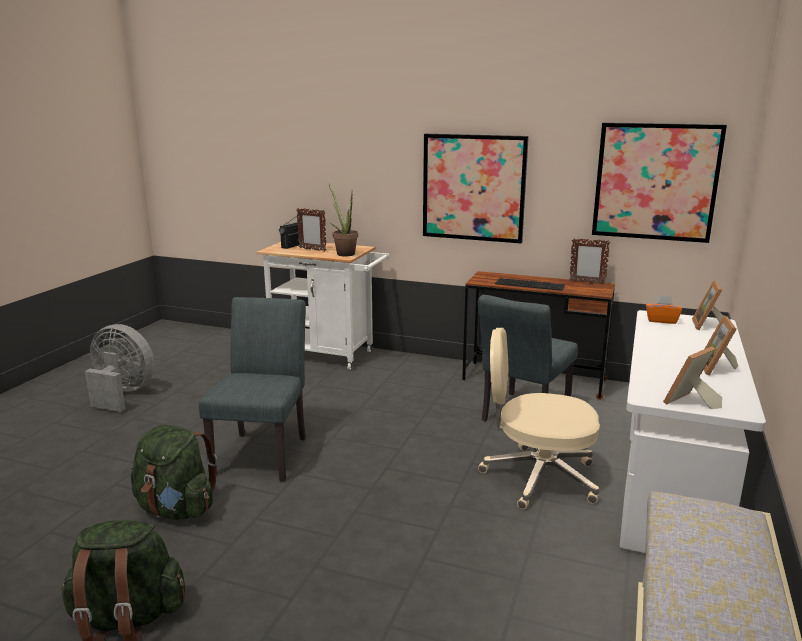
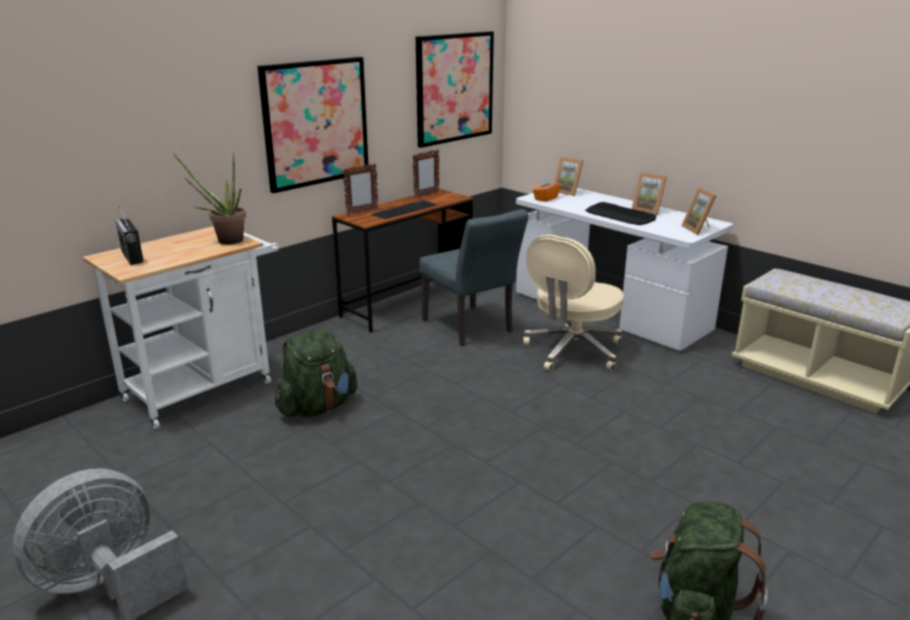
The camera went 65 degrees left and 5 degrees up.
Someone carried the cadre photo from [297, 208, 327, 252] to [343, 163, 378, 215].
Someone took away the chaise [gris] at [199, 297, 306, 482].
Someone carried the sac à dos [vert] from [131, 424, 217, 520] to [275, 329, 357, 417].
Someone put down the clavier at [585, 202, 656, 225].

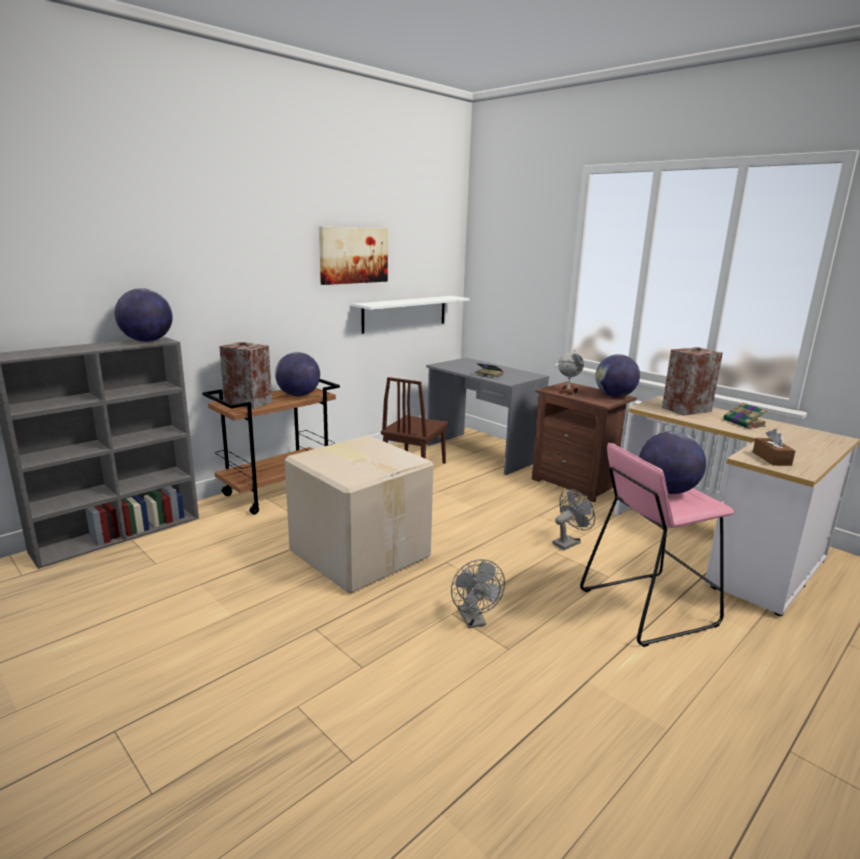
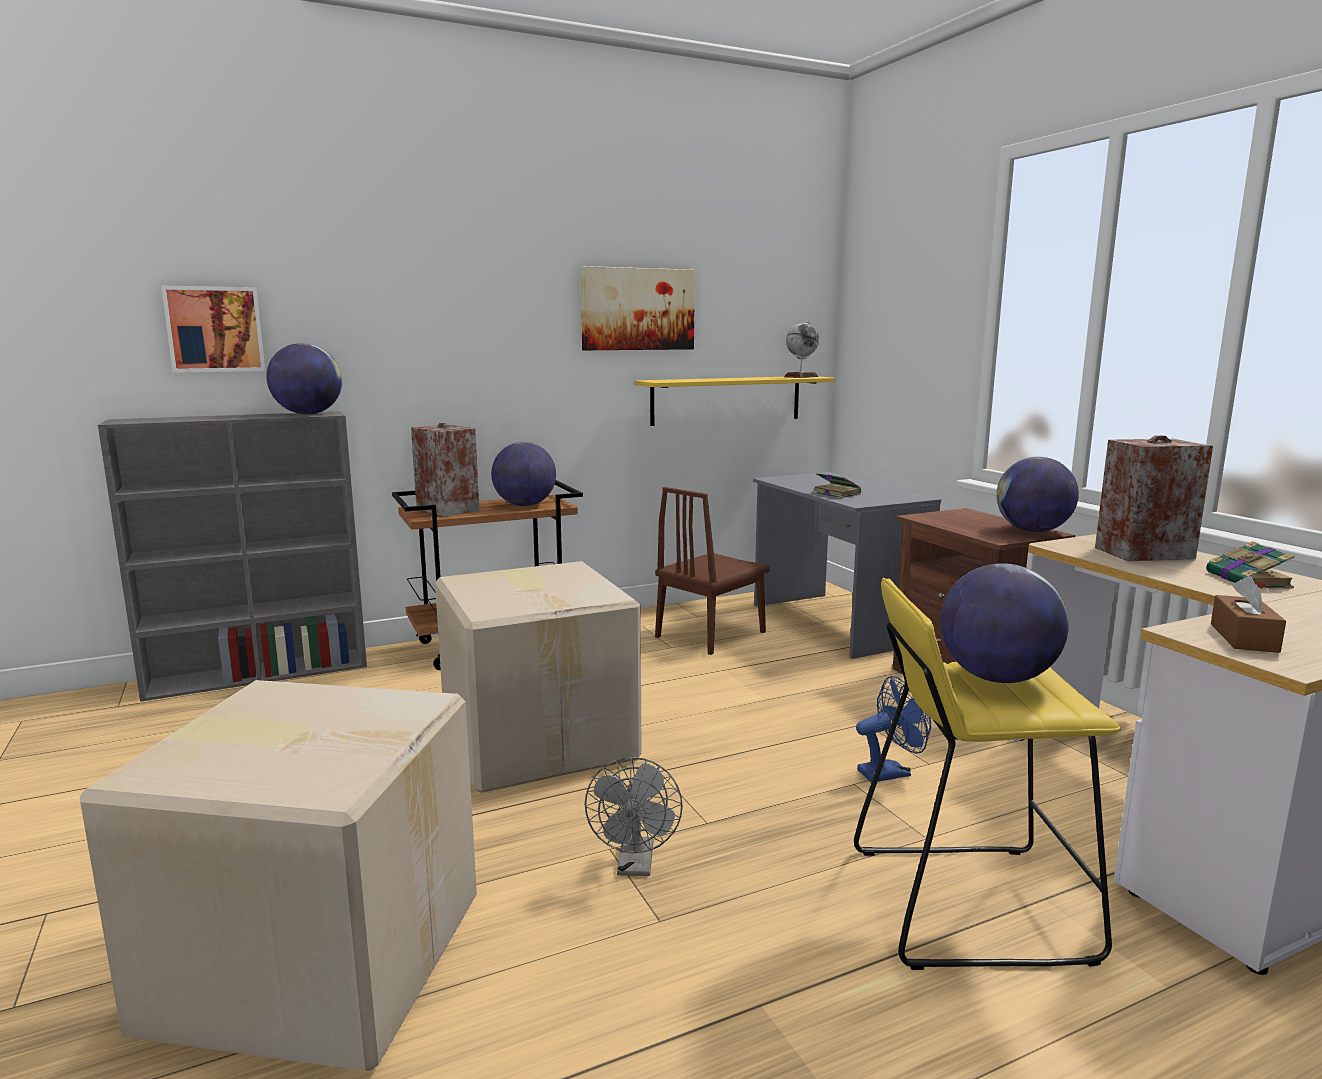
The camera went 20 degrees right and 5 degrees down.
Someone repainted the étagère [blanc] at [352, 296, 470, 334], which became the étagère [jaune] at [635, 376, 835, 426].
Someone carried the globe from [558, 350, 584, 395] to [784, 321, 819, 378].
Someone repainted the tabouret [rose] at [580, 443, 735, 647], which became the tabouret [jaune] at [854, 578, 1121, 970].
Someone repainted the ventilateur [gris] at [552, 489, 595, 550], which became the ventilateur [bleu] at [856, 676, 931, 782].
Someone put up the tableau at [161, 286, 265, 373].
Someone put down the carton at [79, 680, 477, 1071].

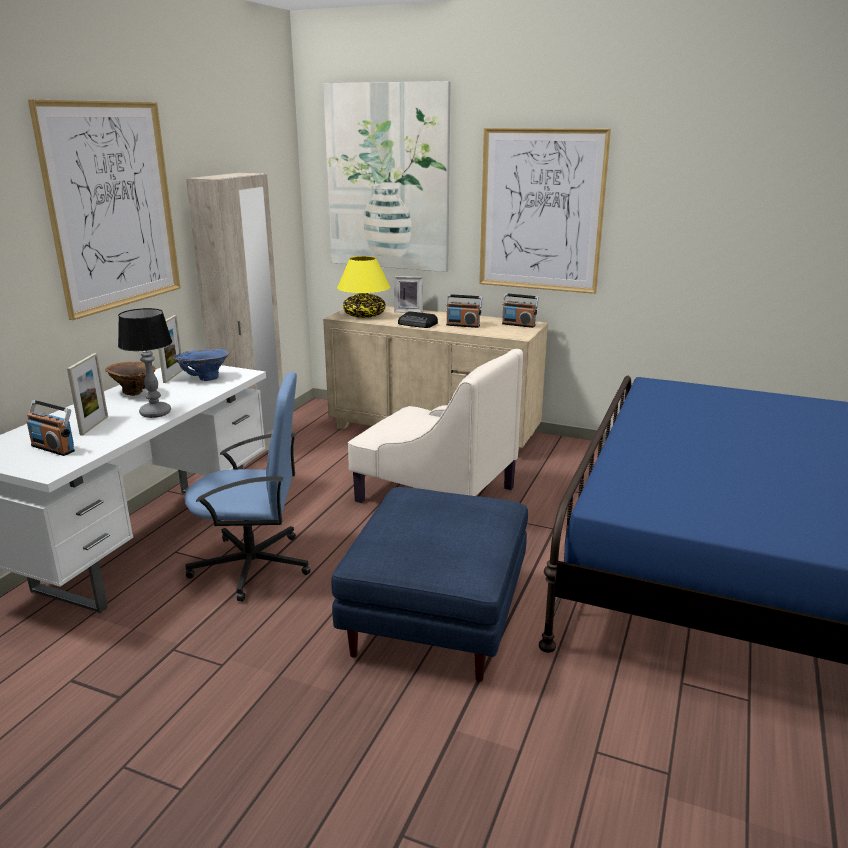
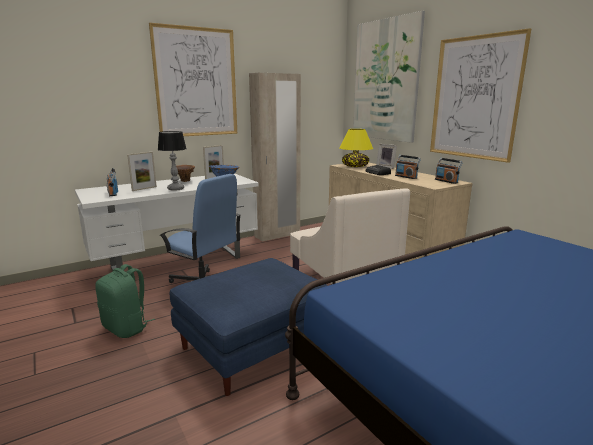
The camera went 35 degrees right and 5 degrees down.
Someone put down the sac à dos [vert] at [95, 264, 155, 338].

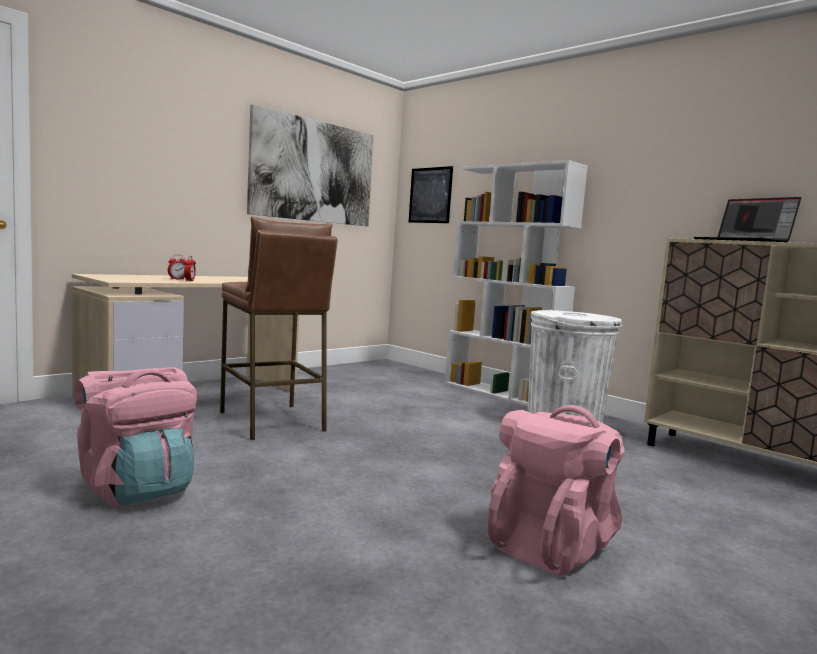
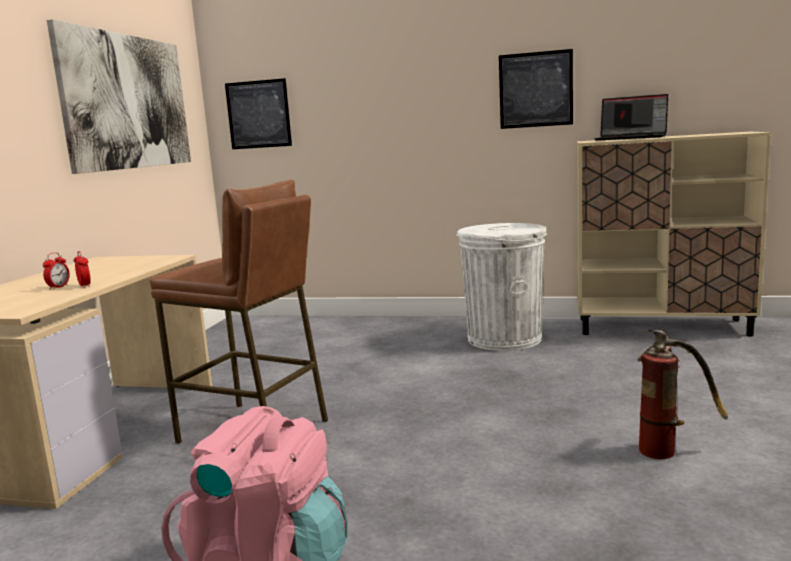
The camera went 30 degrees left and 5 degrees up.
Someone took away the bibliothèque [blanc] at [445, 160, 588, 406].
Someone swapped the sac à dos [rose] at [487, 405, 625, 576] for the extincteur at [637, 330, 728, 459].
Someone put up the tableau at [499, 49, 573, 129].

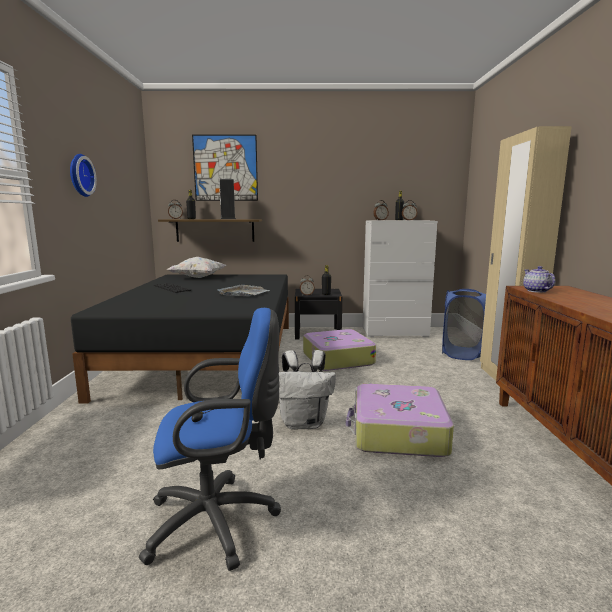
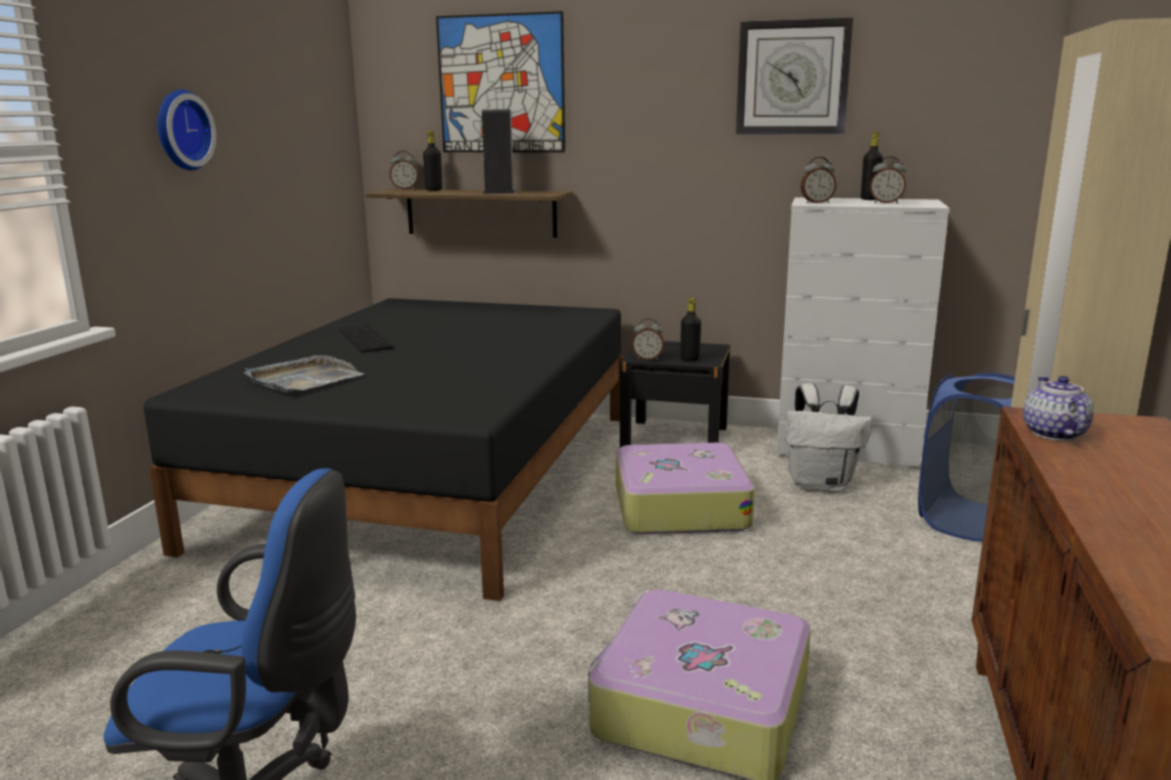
The camera went 15 degrees right and 5 degrees up.
Someone took away the coussin [blanc] at [167, 257, 226, 278].
Someone carried the plateau [gris] from [217, 285, 270, 296] to [244, 355, 364, 393].
Someone carried the sac à dos [blanc] from [279, 350, 336, 430] to [785, 383, 872, 492].
Someone put up the horloge murale at [736, 18, 853, 134].

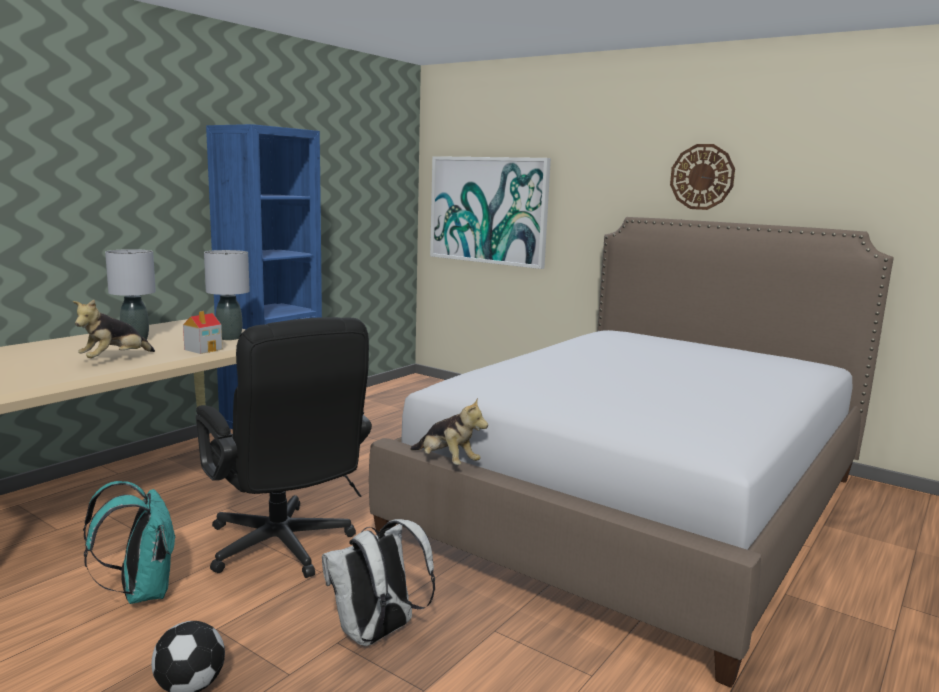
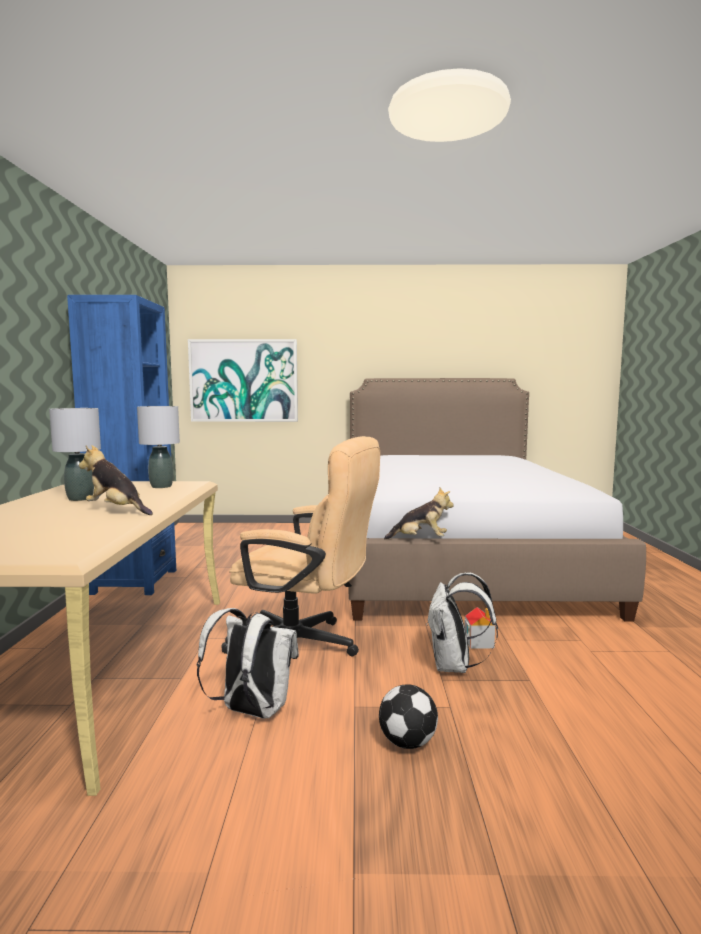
The camera went 35 degrees left and 5 degrees down.
Someone took away the horloge murale at [670, 144, 735, 210].
Someone rotated the peluche at [73, 300, 155, 358] by 120 degrees clockwise.
Someone carried the maison miniature from [183, 311, 222, 354] to [464, 607, 495, 649].
Someone repainted the chaise de bureau [noir] at [196, 317, 372, 578], which became the chaise de bureau [beige] at [221, 436, 380, 657].
Someone repainted the sac à dos [turquoise] at [83, 481, 176, 604], which became the sac à dos [blanc] at [197, 608, 299, 719].

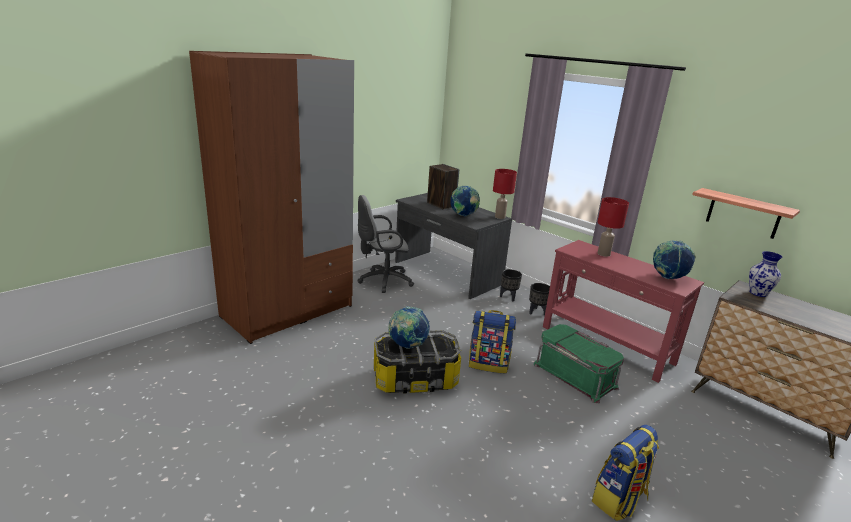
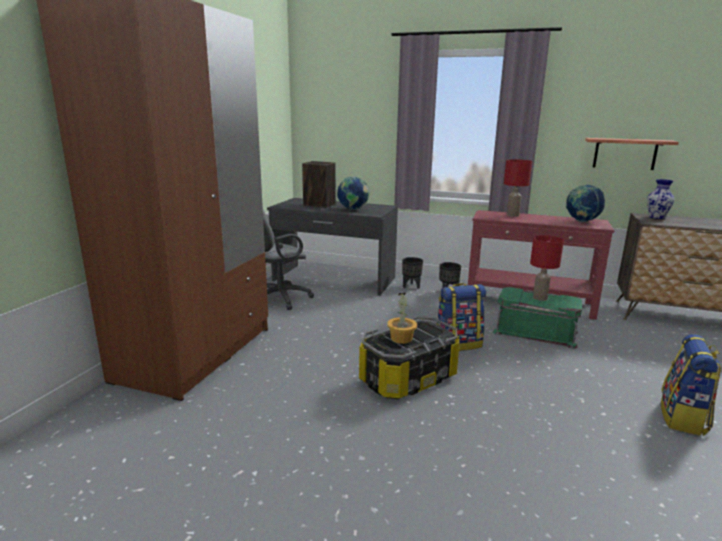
The camera went 25 degrees left and 5 degrees down.
Someone carried the lampe de table [rouge] from [493, 169, 517, 219] to [530, 235, 564, 301].
Someone swapped the globe at [388, 306, 430, 349] for the plante en pot at [387, 293, 417, 344].

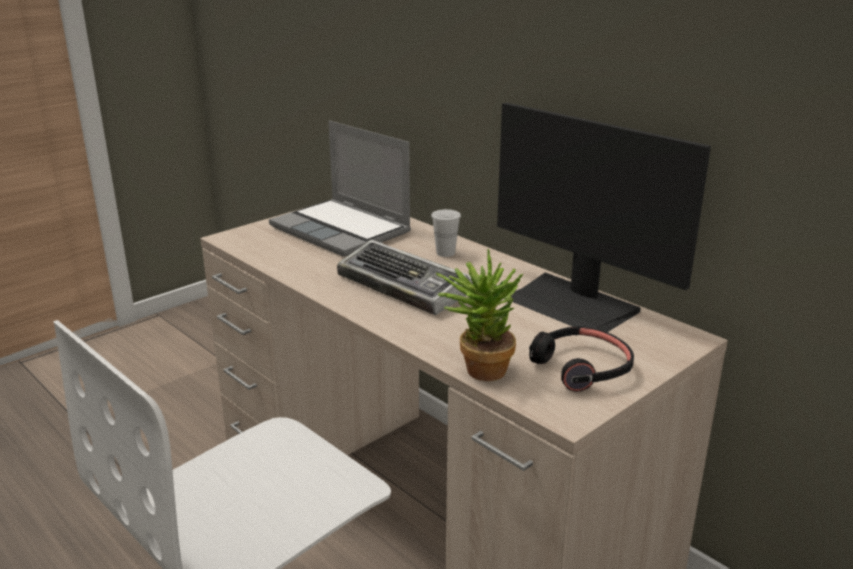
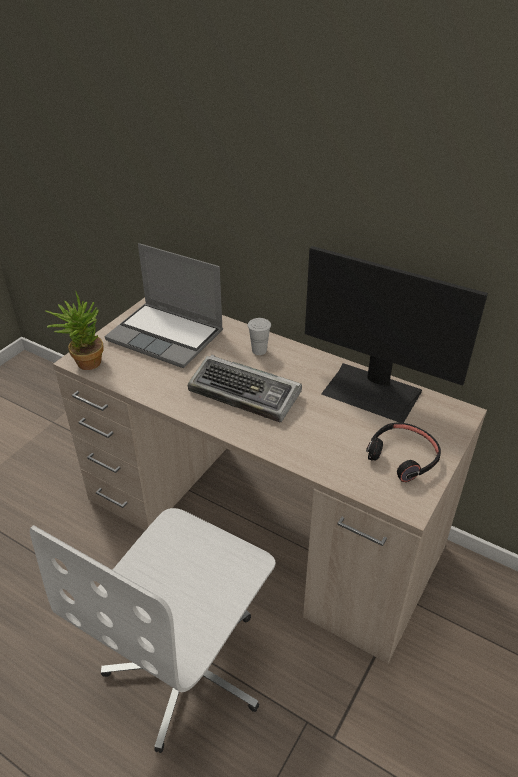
The camera went 15 degrees left and 15 degrees up.
Someone carried the plante en pot from [436, 249, 523, 381] to [45, 291, 104, 370].

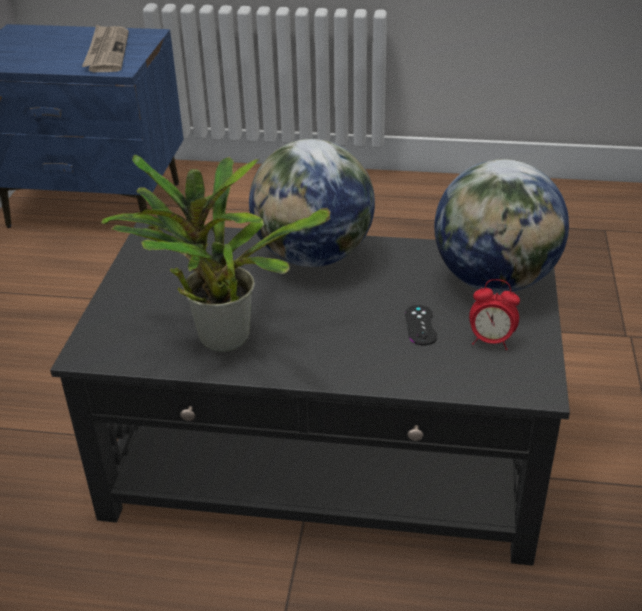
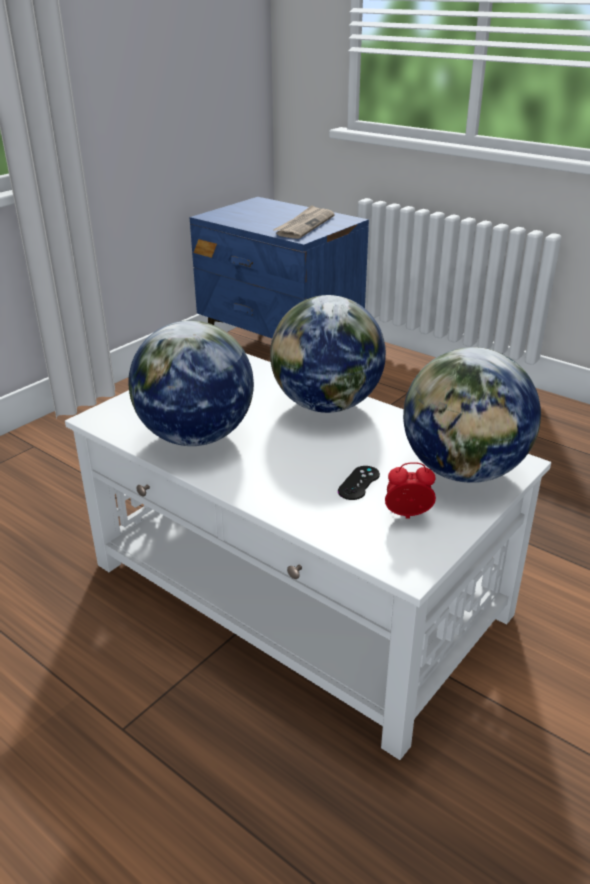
The camera went 30 degrees right and 5 degrees down.
Someone swapped the plante en pot at [101, 155, 330, 352] for the globe at [128, 320, 254, 446].
Someone repainted the table basse [noir] at [50, 222, 570, 566], which became the table basse [blanc] at [65, 354, 551, 760].
Someone rotated the réveil at [469, 279, 520, 350] by 135 degrees clockwise.

